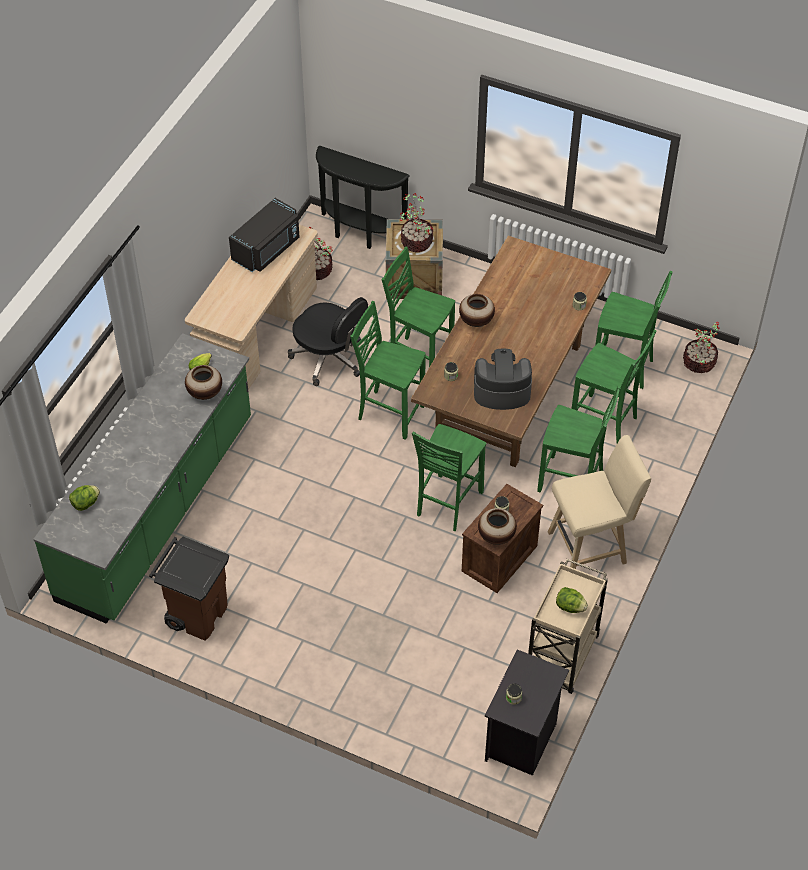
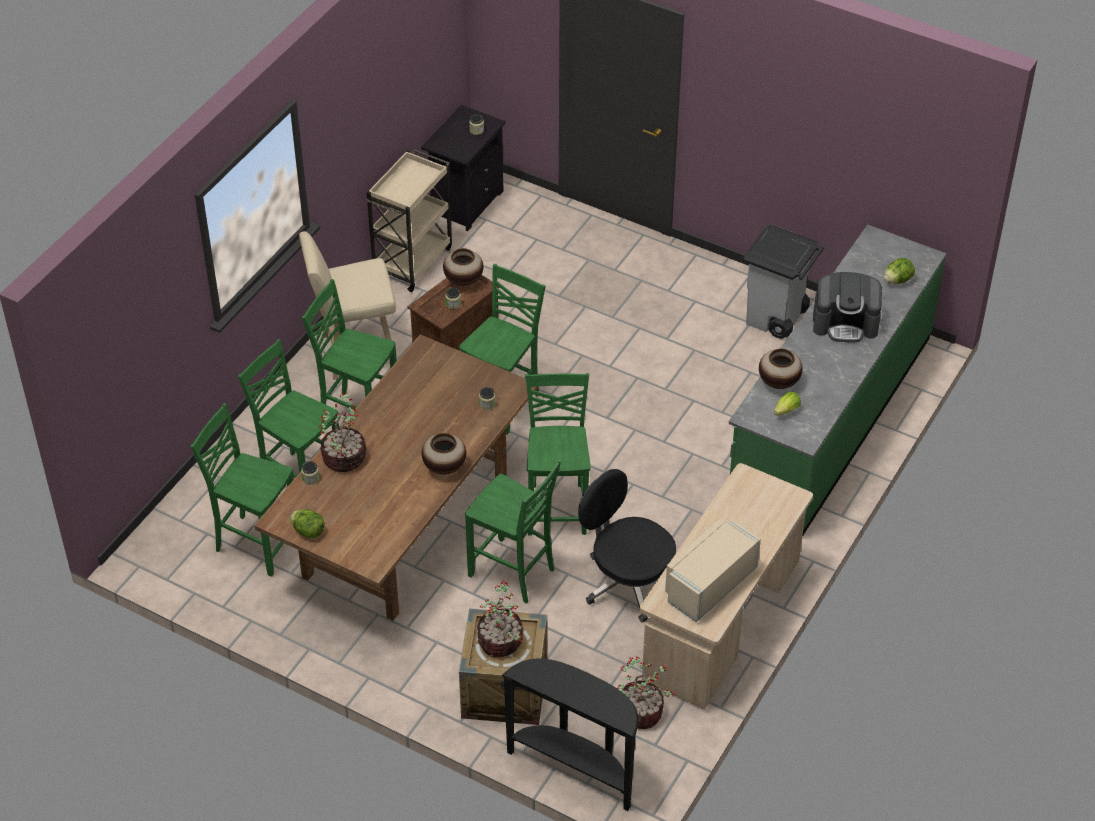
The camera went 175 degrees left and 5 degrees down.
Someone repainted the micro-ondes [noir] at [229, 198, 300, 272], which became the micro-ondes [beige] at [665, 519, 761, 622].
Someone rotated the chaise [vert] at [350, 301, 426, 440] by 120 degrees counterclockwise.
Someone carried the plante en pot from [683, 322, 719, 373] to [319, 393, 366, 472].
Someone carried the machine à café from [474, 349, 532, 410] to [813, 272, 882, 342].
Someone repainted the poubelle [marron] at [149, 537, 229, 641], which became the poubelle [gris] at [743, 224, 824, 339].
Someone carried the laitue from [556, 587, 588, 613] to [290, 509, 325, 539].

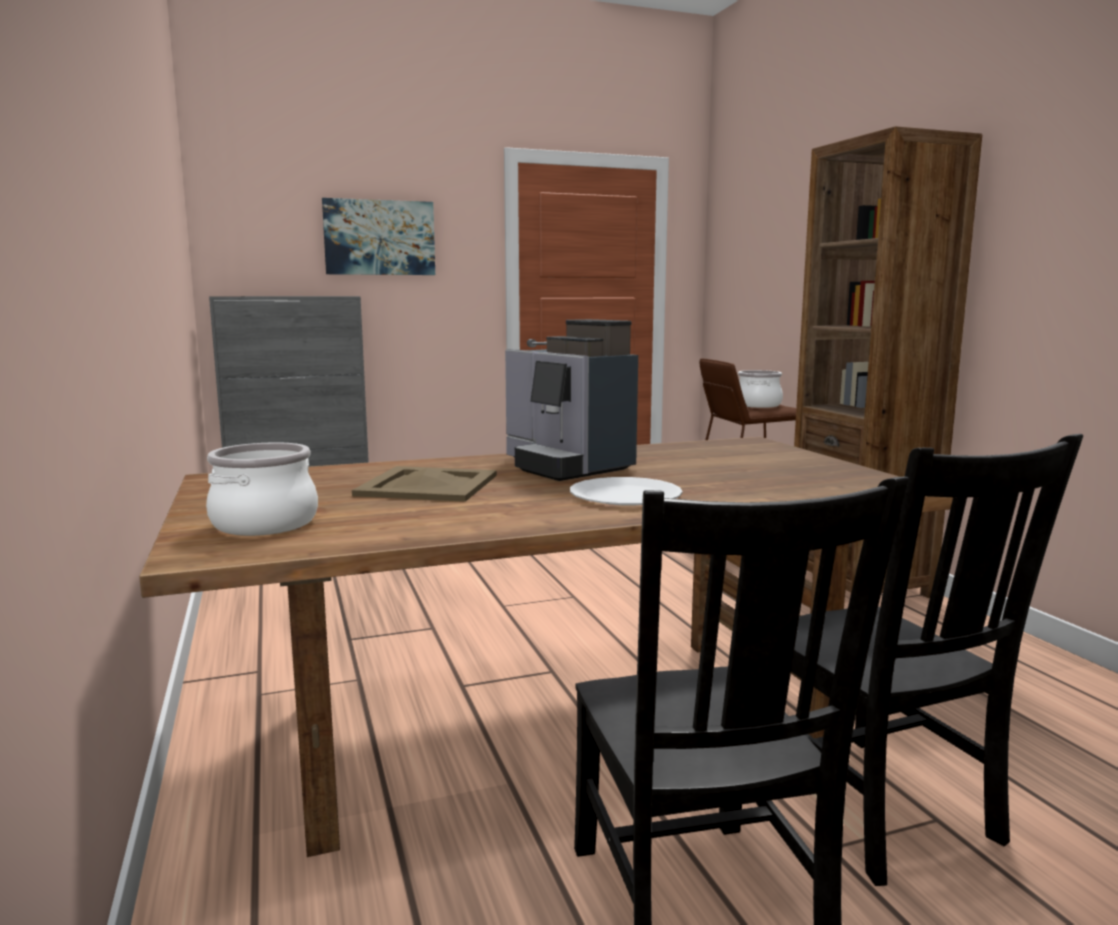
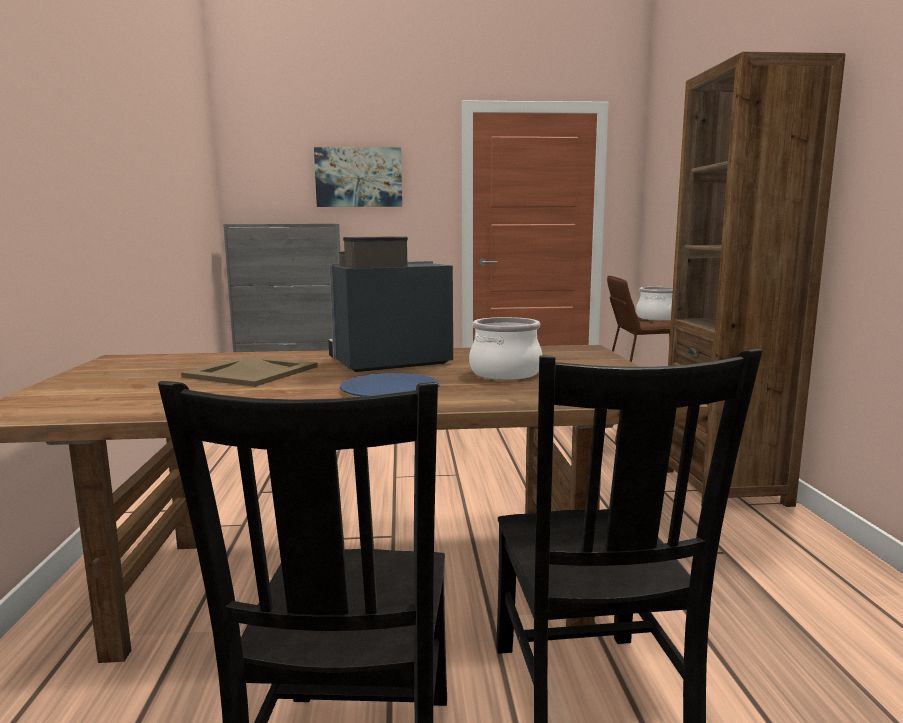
The camera went 15 degrees right and 0 degrees up.
Someone rotated the machine à café at [505, 319, 638, 481] by 90 degrees clockwise.
Someone carried the marmite from [206, 442, 318, 536] to [469, 317, 542, 380].
Someone repainted the assiette [blanc] at [570, 477, 683, 505], which became the assiette [bleu] at [340, 373, 440, 397].

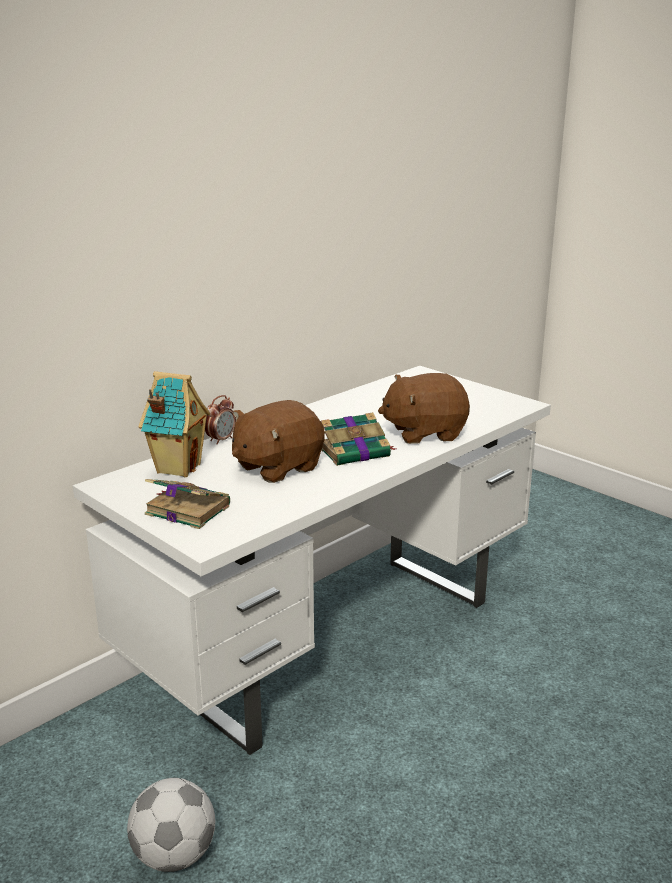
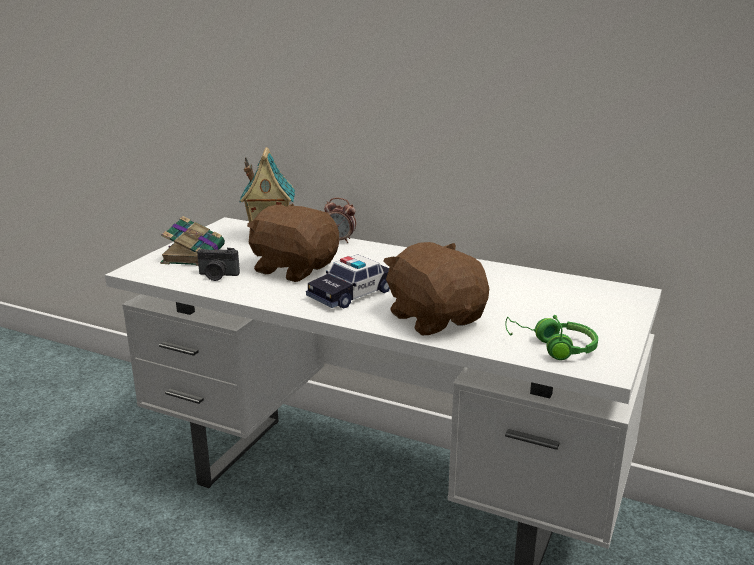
The camera went 70 degrees right and 0 degrees up.
Someone swapped the livre at [321, 412, 396, 466] for the petite voiture at [306, 254, 390, 309].
Someone took away the ballon de foot at [127, 778, 215, 872].
Someone put down the appareil photo at [197, 248, 240, 281].
Someone put down the casque audio [vert] at [505, 315, 598, 360].

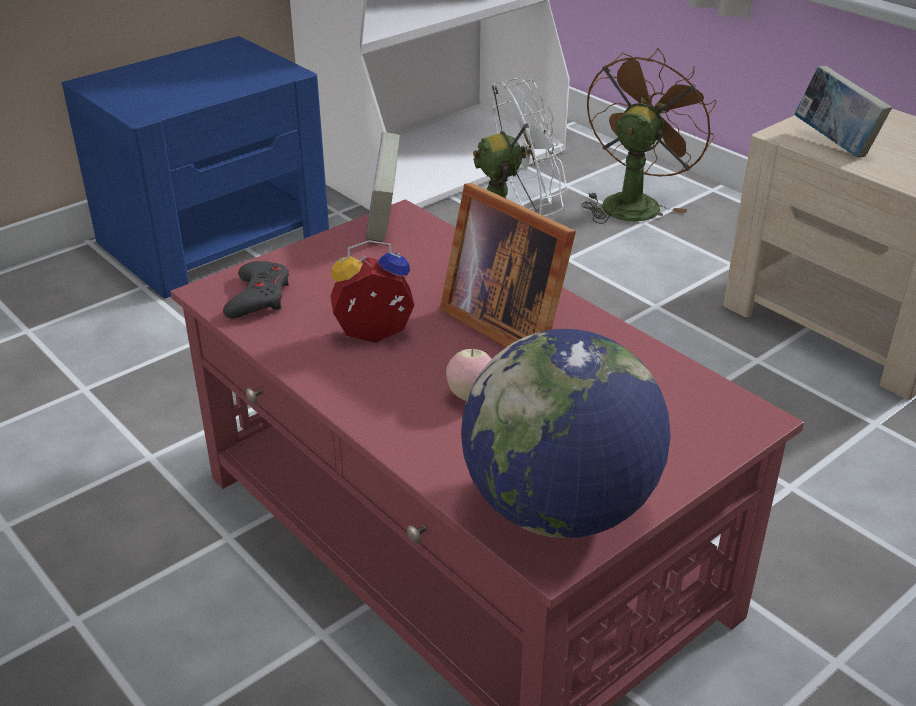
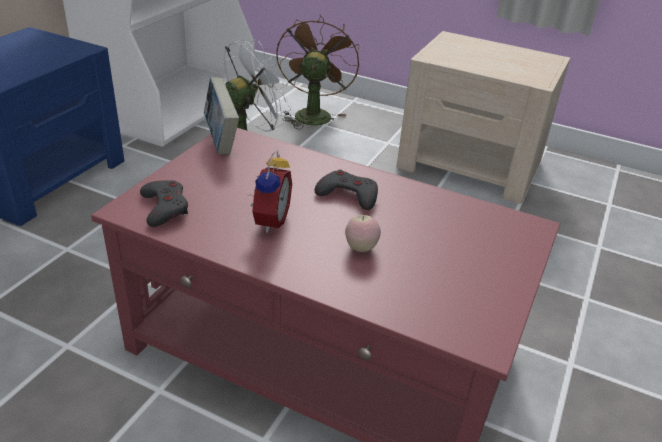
The camera went 25 degrees left and 0 degrees up.
Someone took away the livre at [794, 66, 892, 158].
Someone swapped the cadre photo at [440, 183, 576, 347] for the manette [gris] at [315, 170, 378, 210].
Someone rotated the réveil at [330, 240, 414, 343] by 135 degrees clockwise.
Someone took away the globe at [461, 329, 671, 538].

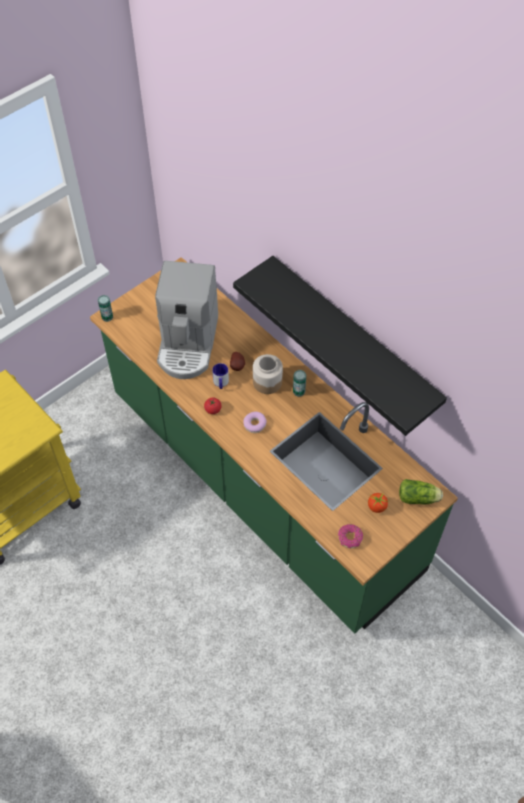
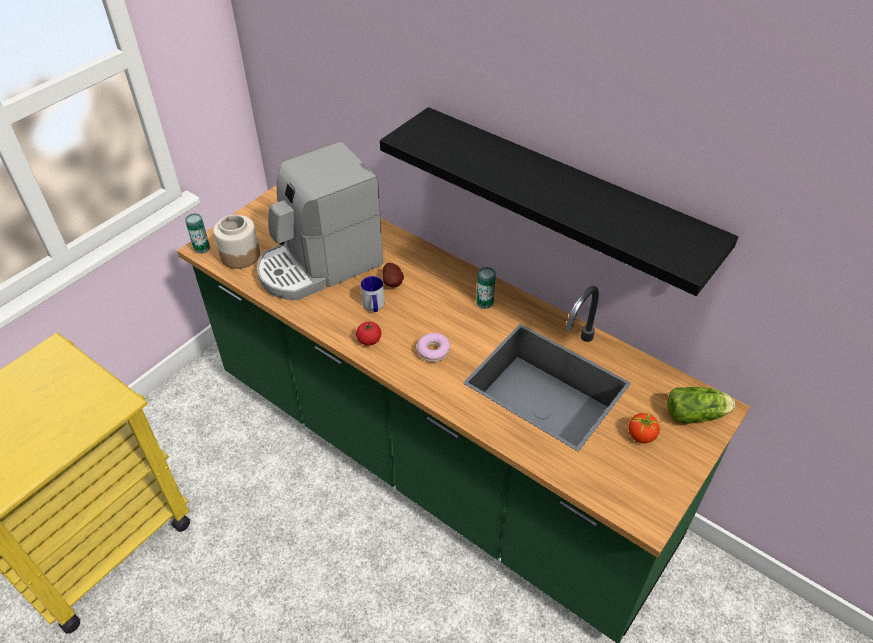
The camera went 10 degrees left and 10 degrees down.
Someone rotated the machine à café at [155, 261, 218, 379] by 60 degrees clockwise.
Someone carried the bocal from [253, 354, 283, 394] to [213, 215, 260, 269].
Someone took away the beignet at [338, 524, 363, 548].

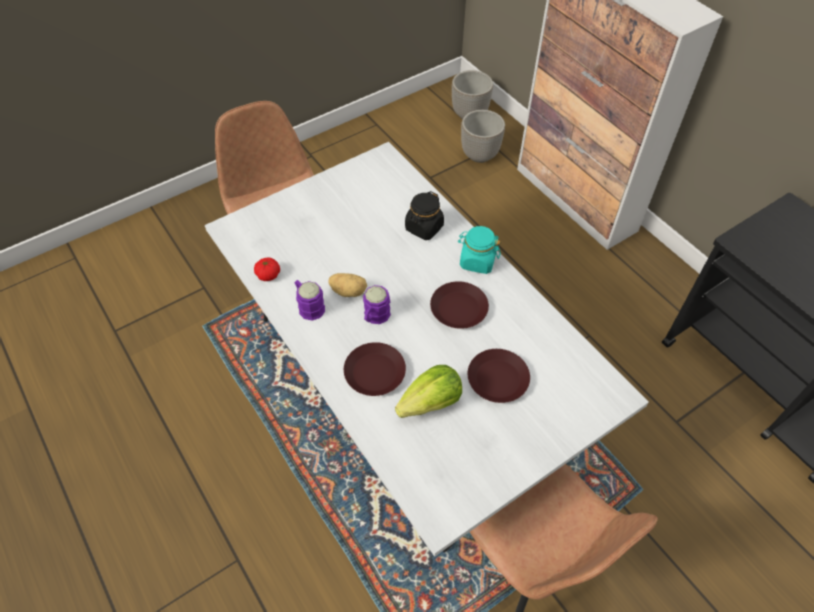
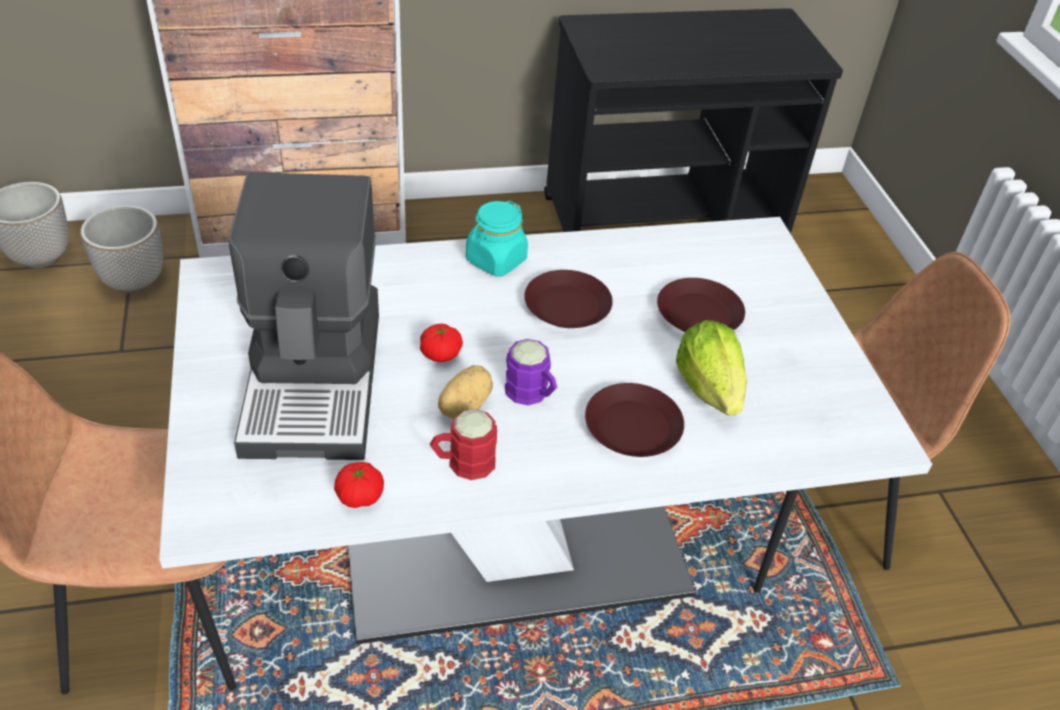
The camera went 70 degrees left and 10 degrees down.
Someone took away the bocal [noir] at [405, 191, 444, 240].
Someone repainted the mug [violet] at [295, 280, 325, 321], which became the mug [rouge] at [430, 409, 497, 480].
Someone put down the machine à café at [228, 172, 379, 460].
Someone put down the tomate at [420, 323, 463, 362].

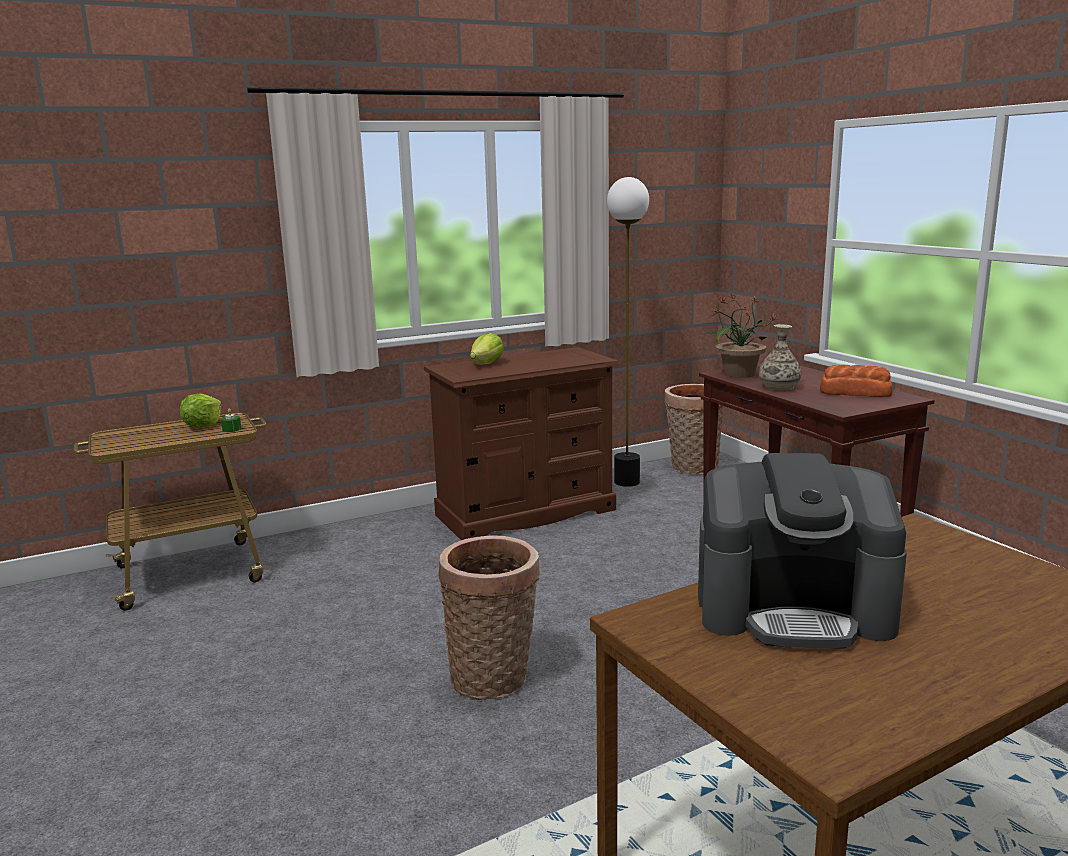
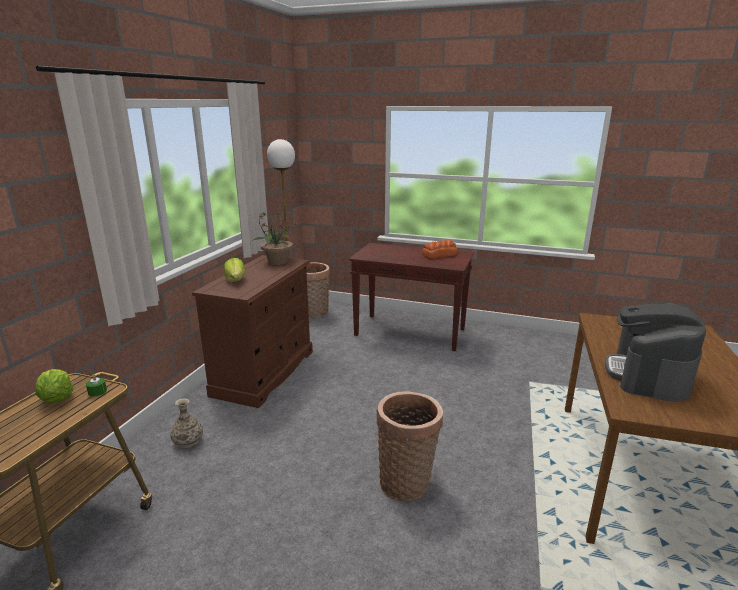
The camera went 45 degrees left and 5 degrees up.
Someone carried the plante en pot from [703, 294, 777, 378] to [252, 211, 298, 265].
Someone carried the vase from [759, 324, 801, 391] to [170, 399, 203, 448].
Someone rotated the machine à café at [698, 453, 907, 648] by 150 degrees clockwise.

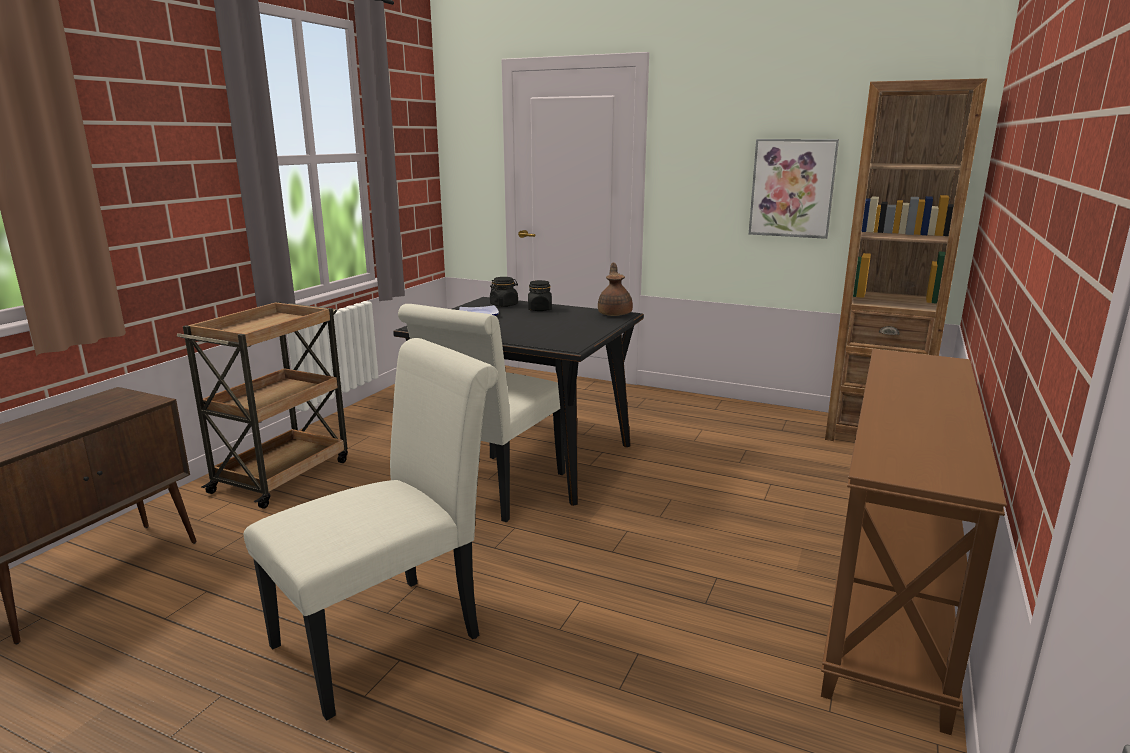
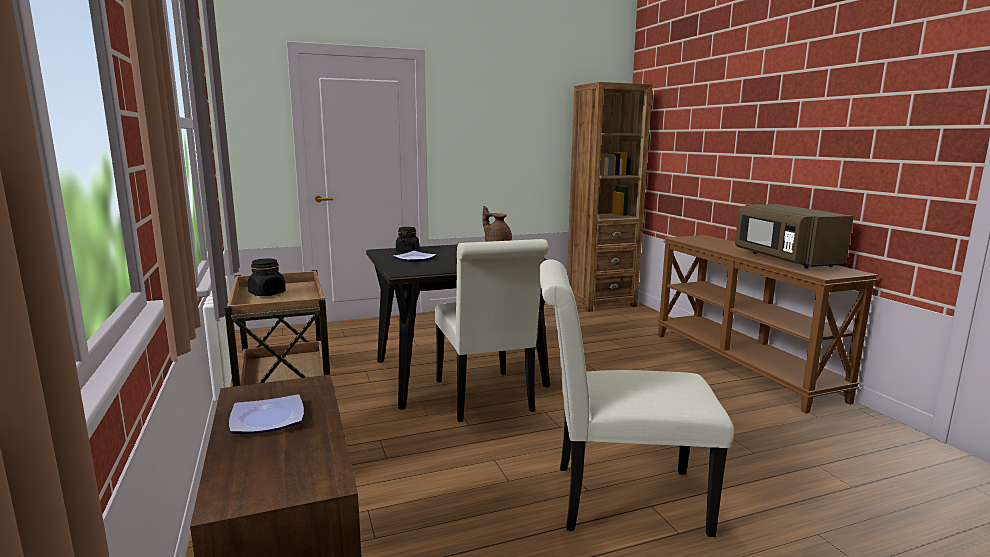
The camera went 45 degrees left and 5 degrees down.
Someone took away the tableau at [749, 139, 839, 239].
Someone carried the bocal [noir] from [528, 280, 552, 311] to [248, 259, 286, 296].
Someone rotated the chaise [blanc] at [244, 338, 498, 720] by 90 degrees counterclockwise.
Someone put down the micro-ondes [marron] at [735, 204, 854, 269].
Someone put down the assiette at [229, 394, 304, 434].

